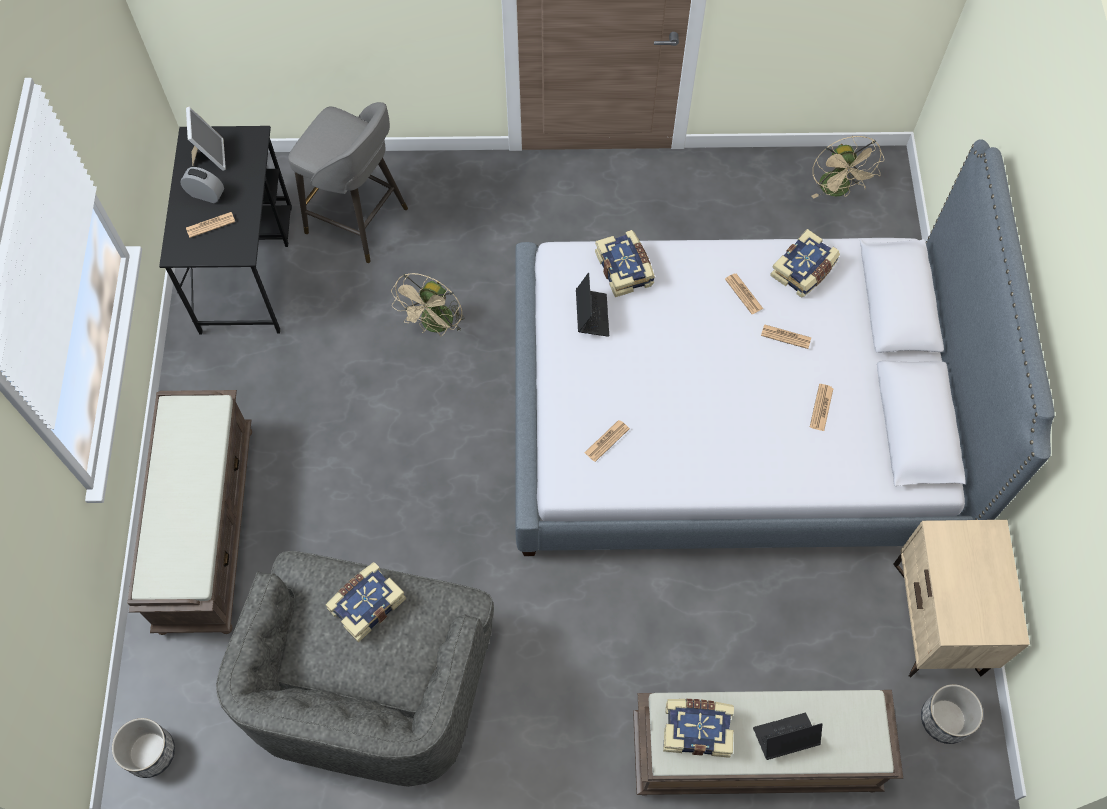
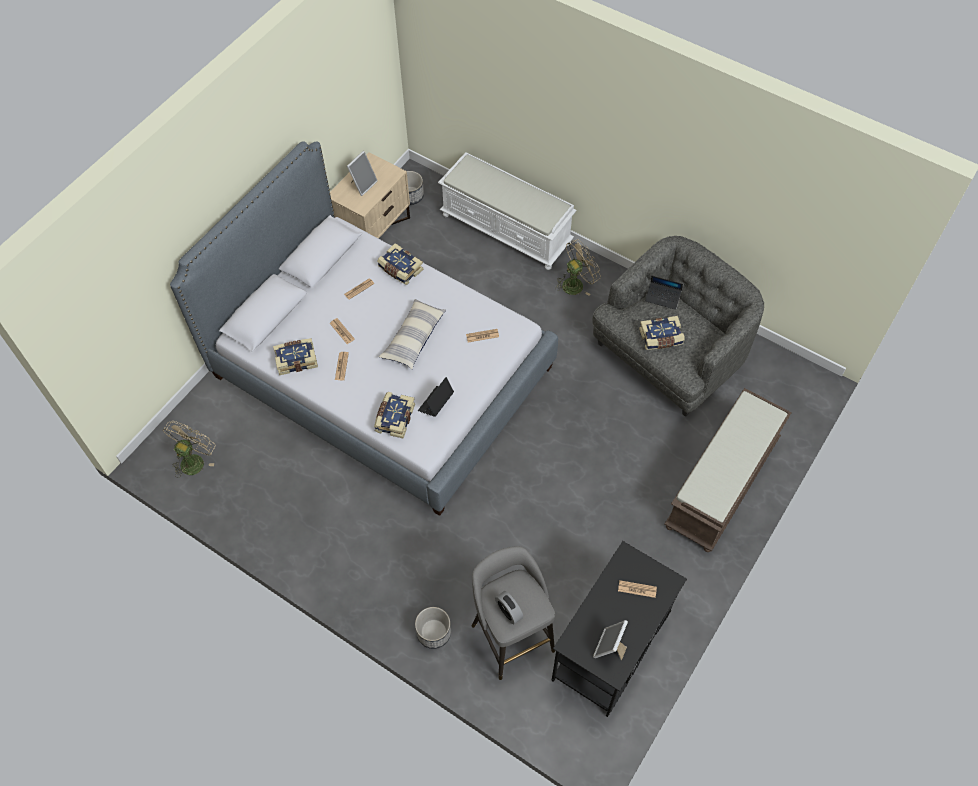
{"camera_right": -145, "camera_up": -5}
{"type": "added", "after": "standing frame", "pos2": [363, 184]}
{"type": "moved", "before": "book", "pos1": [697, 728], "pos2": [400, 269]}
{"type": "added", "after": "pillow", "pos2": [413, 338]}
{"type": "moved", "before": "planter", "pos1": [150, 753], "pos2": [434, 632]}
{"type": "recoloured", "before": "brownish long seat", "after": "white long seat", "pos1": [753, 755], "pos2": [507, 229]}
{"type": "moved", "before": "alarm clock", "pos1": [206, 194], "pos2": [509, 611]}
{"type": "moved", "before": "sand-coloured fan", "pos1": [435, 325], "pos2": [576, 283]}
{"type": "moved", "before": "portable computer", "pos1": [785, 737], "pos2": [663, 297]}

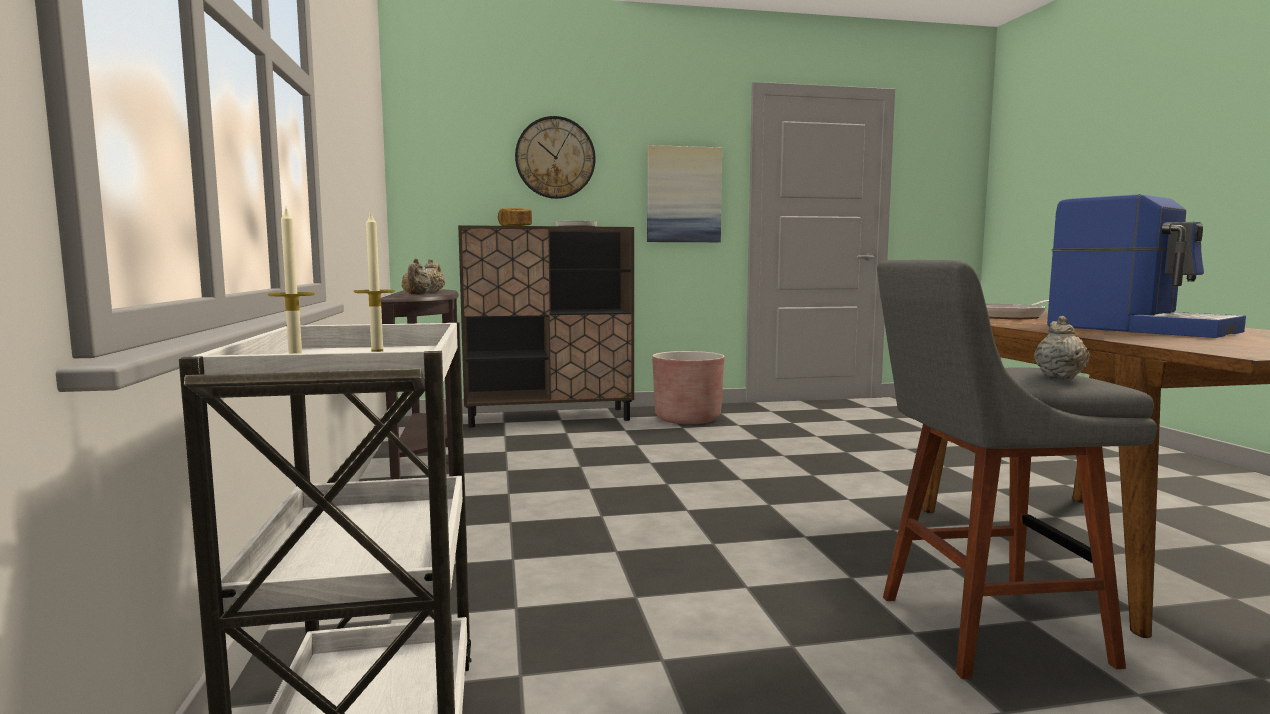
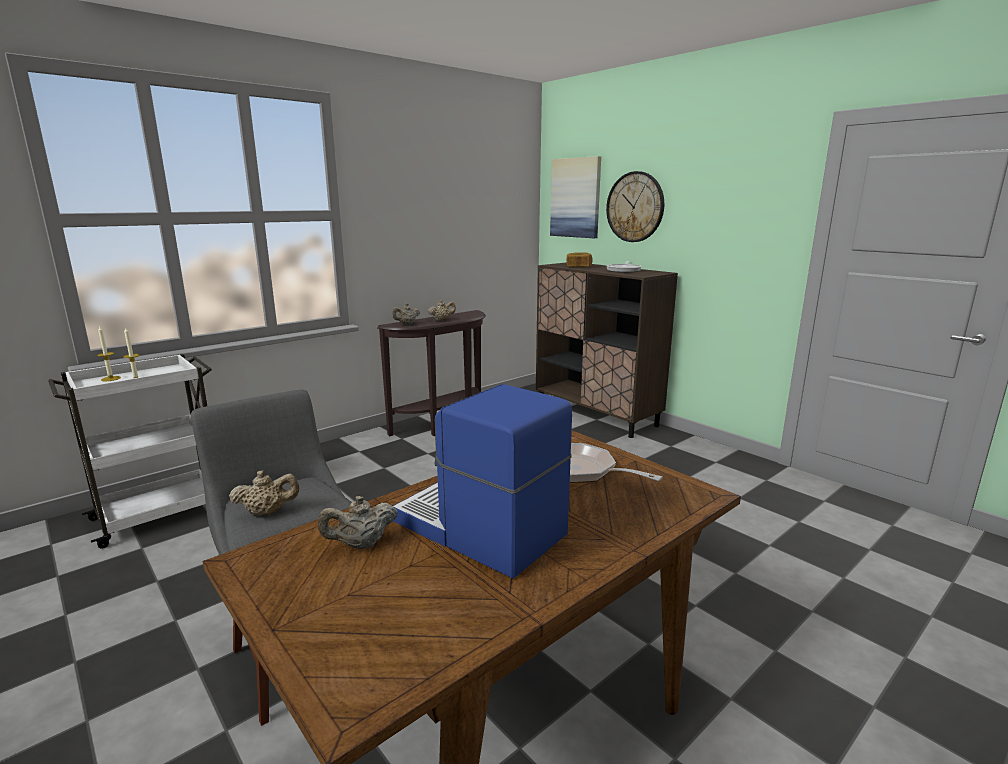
{"camera_right": 60, "camera_up": 10}
{"type": "added", "after": "sand-coloured teapot", "pos2": [361, 544]}
{"type": "turned", "before": "coffee machine", "pos1": [1139, 329], "pos2": [478, 529], "turn": 105}
{"type": "moved", "before": "wall picture", "pos1": [683, 195], "pos2": [575, 198]}
{"type": "removed", "before": "brownish planter", "pos1": [687, 419]}

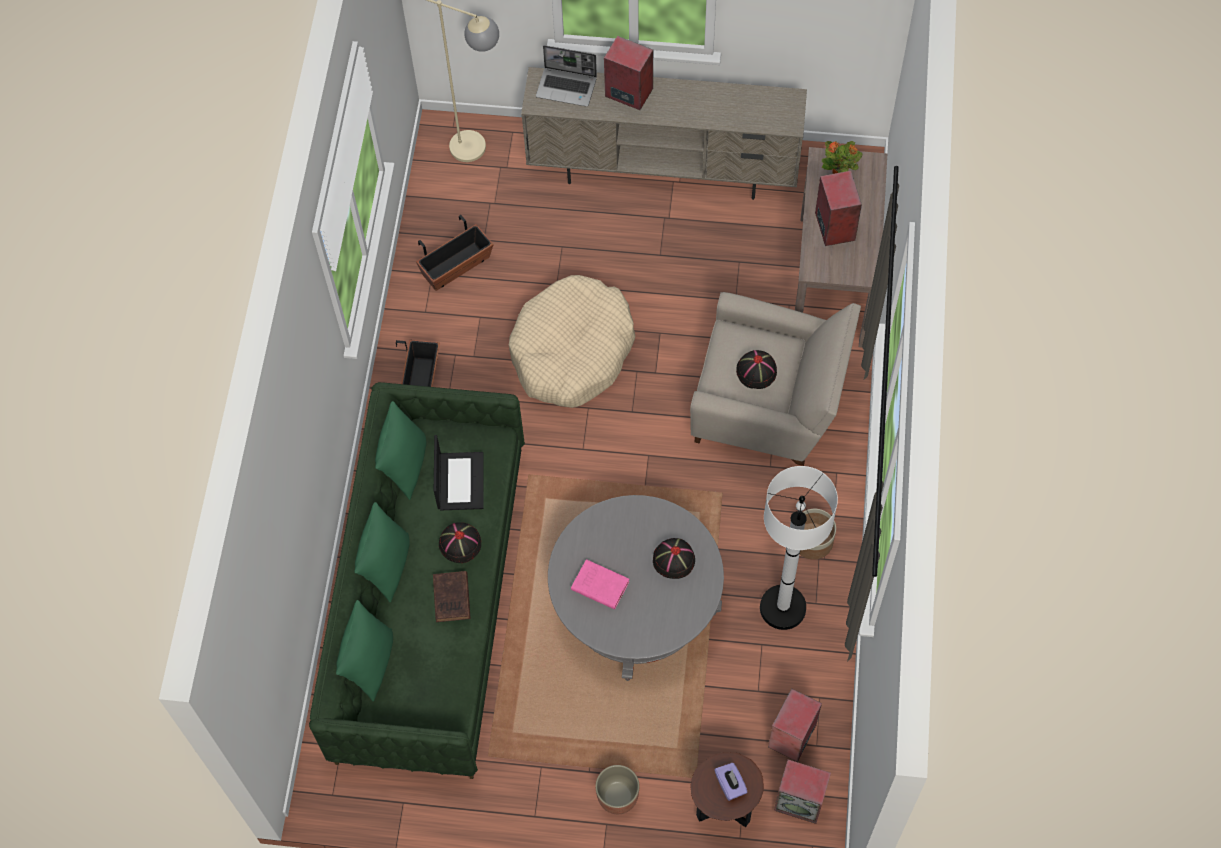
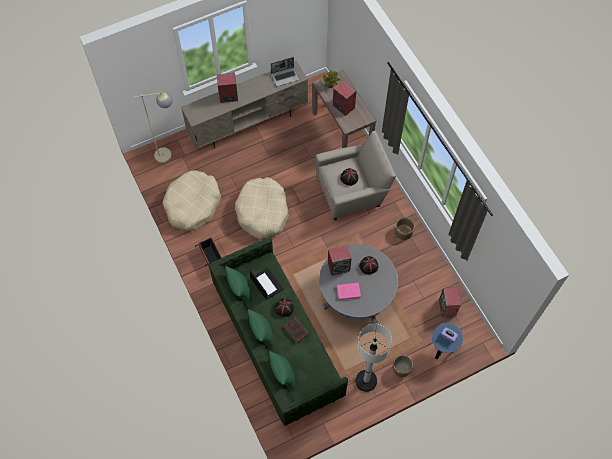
{"camera_right": -35, "camera_up": 0}
{"type": "replaced", "before": "planter", "after": "sand-coloured pet bed", "pos1": [456, 266], "pos2": [192, 204]}
{"type": "moved", "before": "portable computer", "pos1": [567, 87], "pos2": [285, 76]}
{"type": "moved", "before": "loudspeaker", "pos1": [800, 801], "pos2": [339, 266]}
{"type": "moved", "before": "white standing lamp", "pos1": [782, 608], "pos2": [366, 381]}
{"type": "recoloured", "before": "brownish side table", "after": "blue-coloured side table", "pos1": [724, 808], "pos2": [442, 349]}

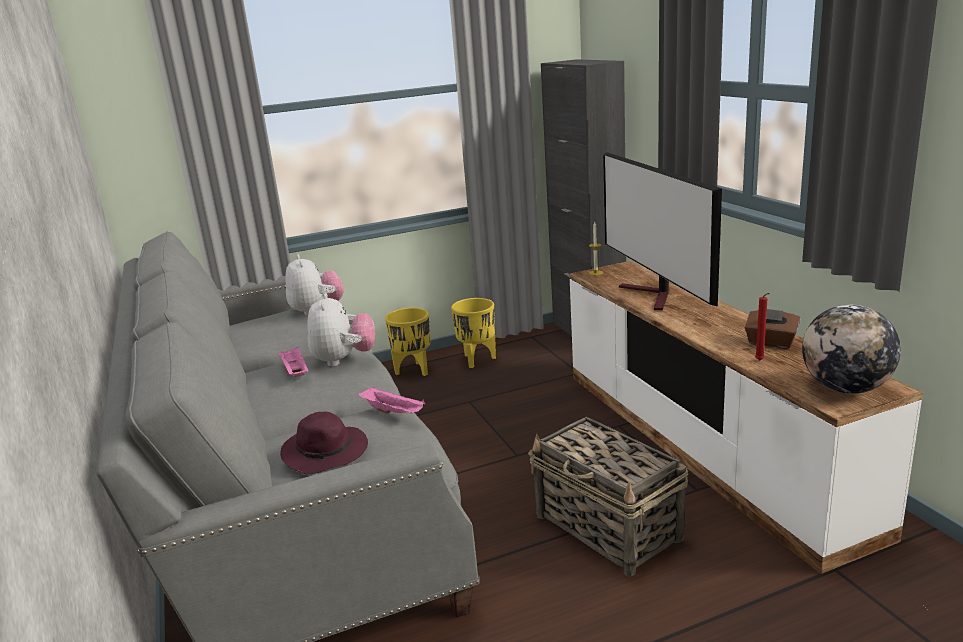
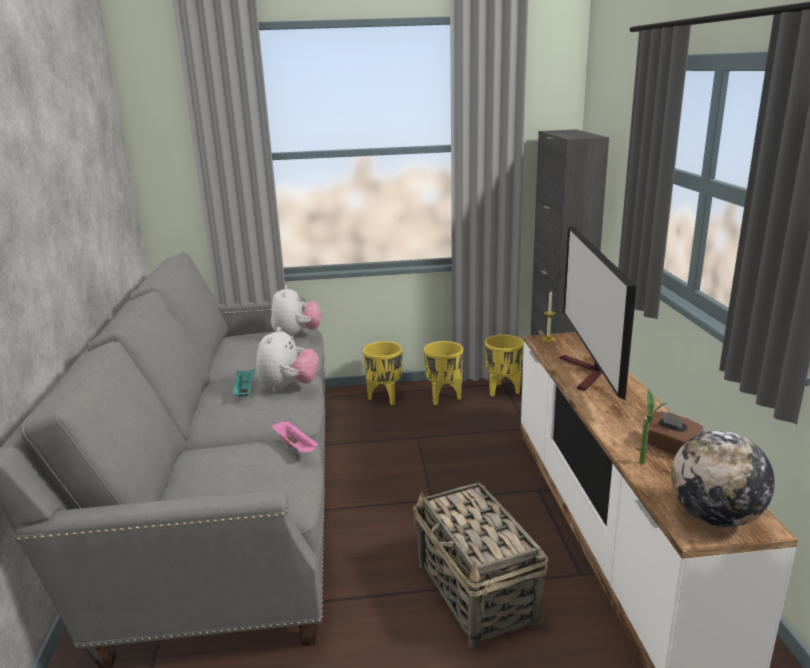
{"camera_right": 15, "camera_up": 0}
{"type": "recoloured", "before": "pink-coloured carrying tray", "after": "turquoise-coloured carrying tray", "pos1": [295, 371], "pos2": [244, 391]}
{"type": "added", "after": "yellow planter", "pos2": [503, 390]}
{"type": "replaced", "before": "red-coloured wax light", "after": "houseplant", "pos1": [760, 361], "pos2": [646, 466]}
{"type": "removed", "before": "purple clothing hat", "pos1": [326, 453]}

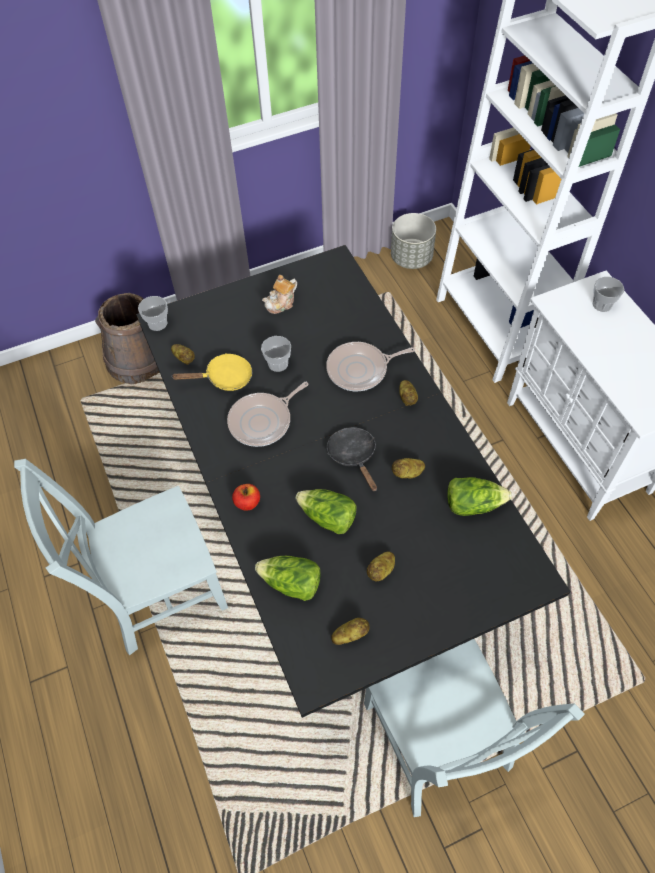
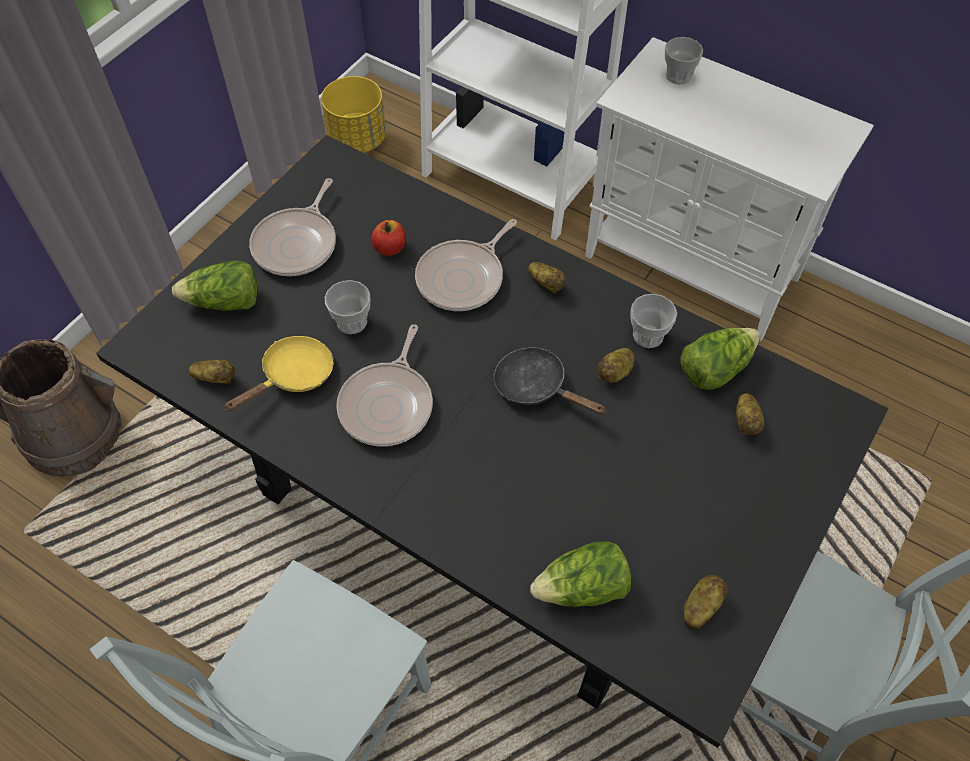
{"camera_right": -35, "camera_up": 0}
{"type": "moved", "before": "lettuce", "pos1": [327, 517], "pos2": [224, 302]}
{"type": "replaced", "before": "teapot", "after": "frying pan", "pos1": [281, 303], "pos2": [297, 244]}
{"type": "recoloured", "before": "greyish planter", "after": "yellow planter", "pos1": [411, 258], "pos2": [358, 139]}
{"type": "moved", "before": "whole apple", "pos1": [247, 502], "pos2": [390, 248]}
{"type": "moved", "before": "cup", "pos1": [157, 323], "pos2": [648, 335]}
{"type": "moved", "before": "spud", "pos1": [381, 570], "pos2": [746, 421]}

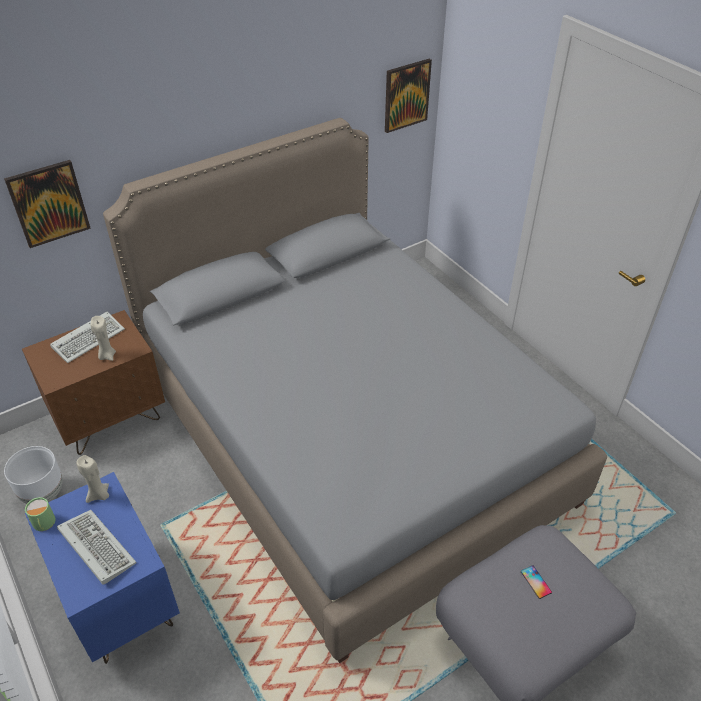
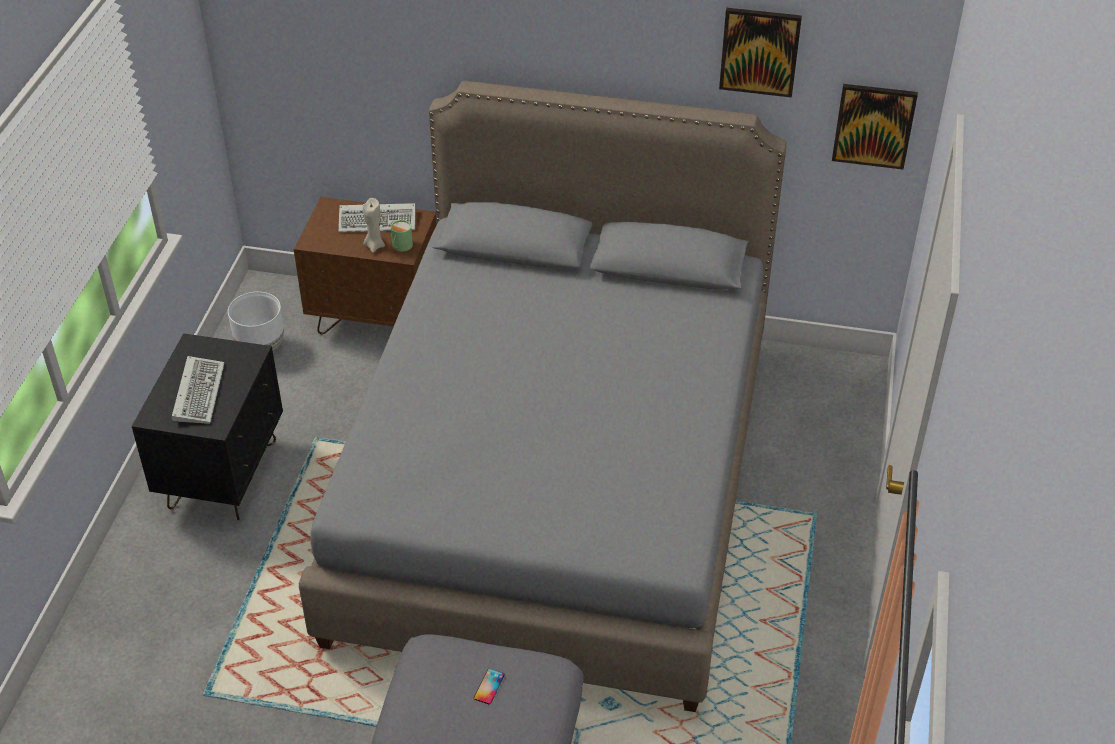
{"camera_right": 45, "camera_up": 0}
{"type": "recoloured", "before": "blue-coloured night table", "after": "black night table", "pos1": [120, 603], "pos2": [223, 475]}
{"type": "moved", "before": "greenish mug", "pos1": [43, 524], "pos2": [400, 246]}
{"type": "moved", "before": "wall picture", "pos1": [48, 203], "pos2": [759, 51]}
{"type": "removed", "before": "sand-coloured wax light", "pos1": [99, 495]}

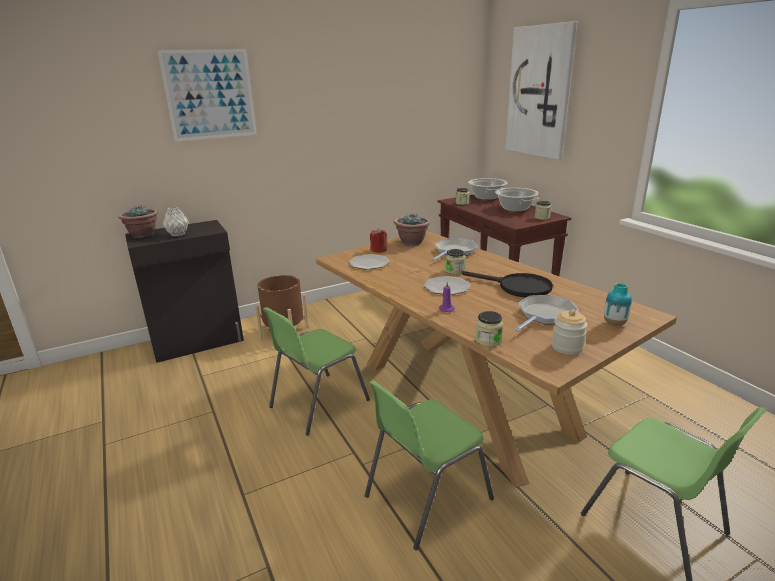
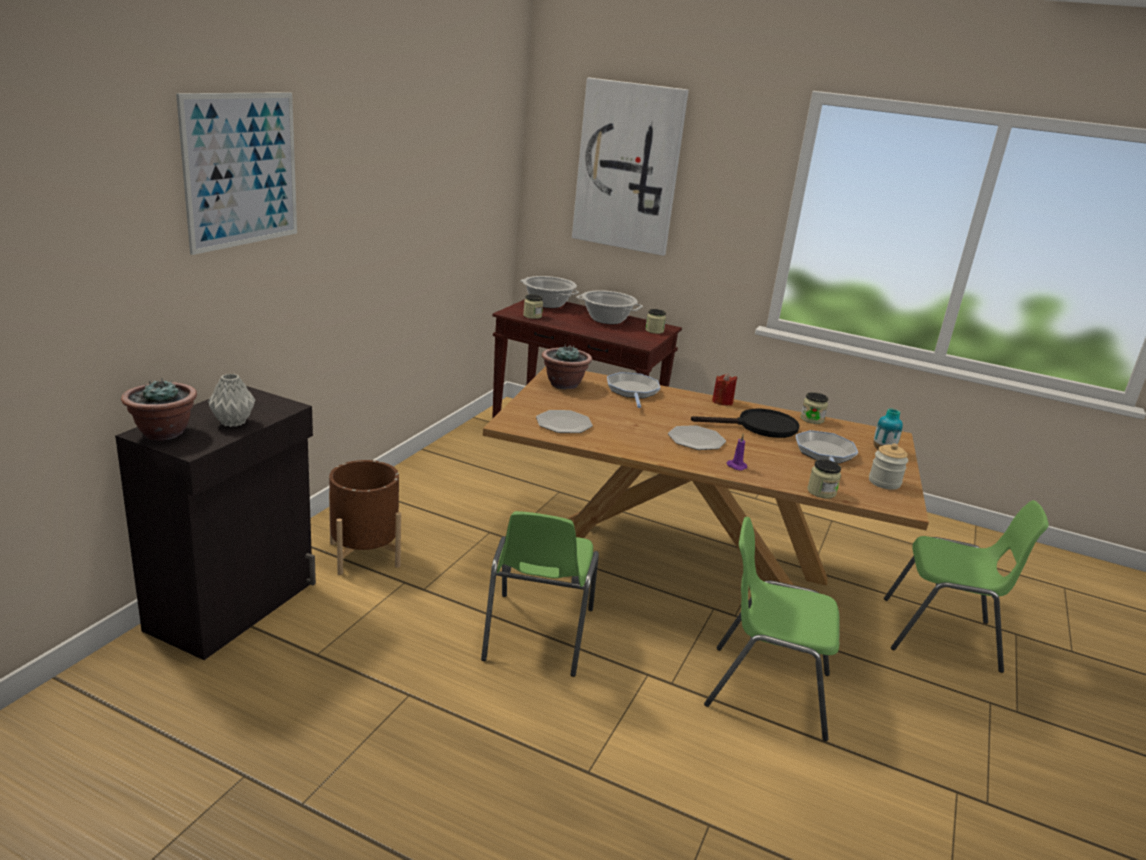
{"camera_right": -40, "camera_up": 0}
{"type": "turned", "before": "greenish chair", "pos1": [425, 497], "pos2": [766, 689], "turn": 90}
{"type": "moved", "before": "red-coloured wax light", "pos1": [378, 250], "pos2": [722, 402]}
{"type": "moved", "before": "jar", "pos1": [455, 271], "pos2": [812, 419]}

